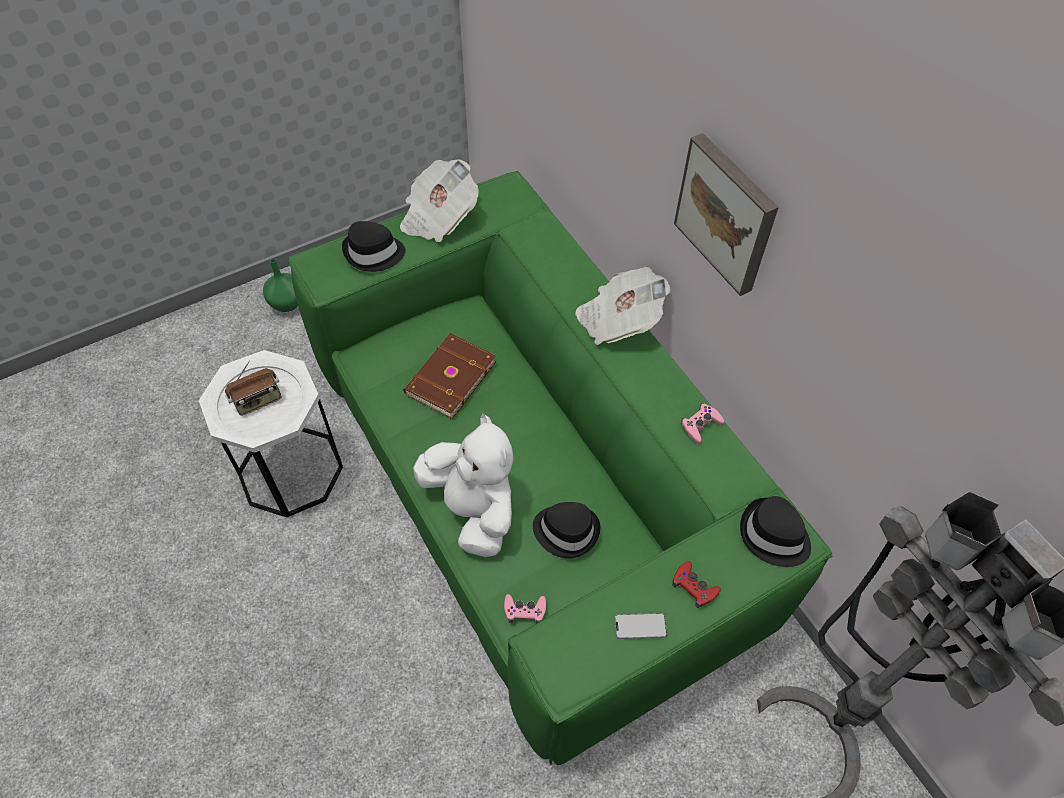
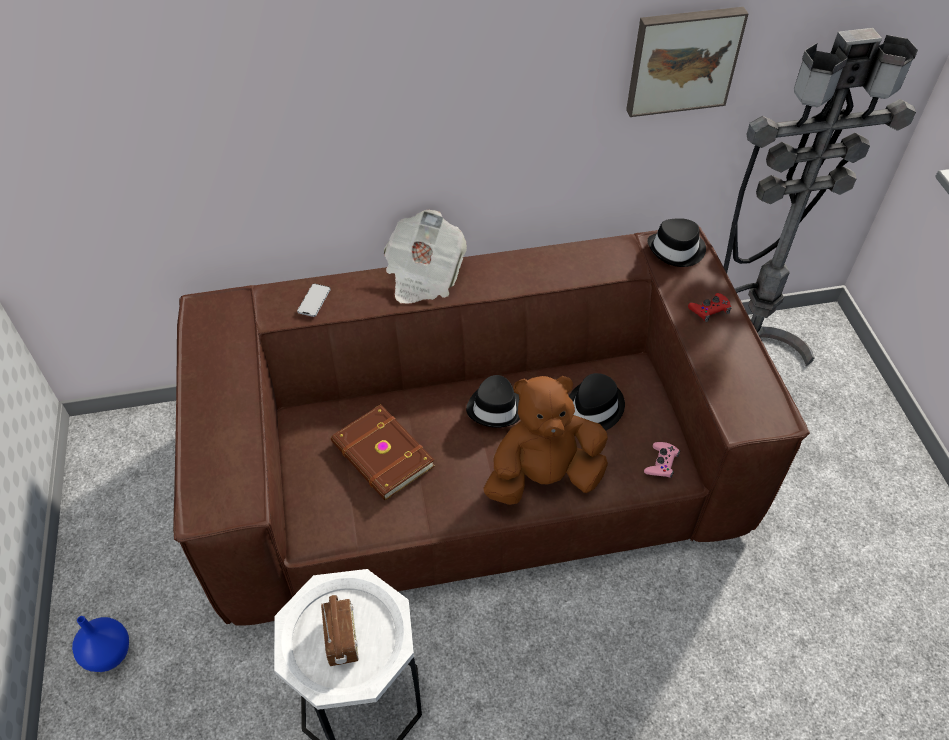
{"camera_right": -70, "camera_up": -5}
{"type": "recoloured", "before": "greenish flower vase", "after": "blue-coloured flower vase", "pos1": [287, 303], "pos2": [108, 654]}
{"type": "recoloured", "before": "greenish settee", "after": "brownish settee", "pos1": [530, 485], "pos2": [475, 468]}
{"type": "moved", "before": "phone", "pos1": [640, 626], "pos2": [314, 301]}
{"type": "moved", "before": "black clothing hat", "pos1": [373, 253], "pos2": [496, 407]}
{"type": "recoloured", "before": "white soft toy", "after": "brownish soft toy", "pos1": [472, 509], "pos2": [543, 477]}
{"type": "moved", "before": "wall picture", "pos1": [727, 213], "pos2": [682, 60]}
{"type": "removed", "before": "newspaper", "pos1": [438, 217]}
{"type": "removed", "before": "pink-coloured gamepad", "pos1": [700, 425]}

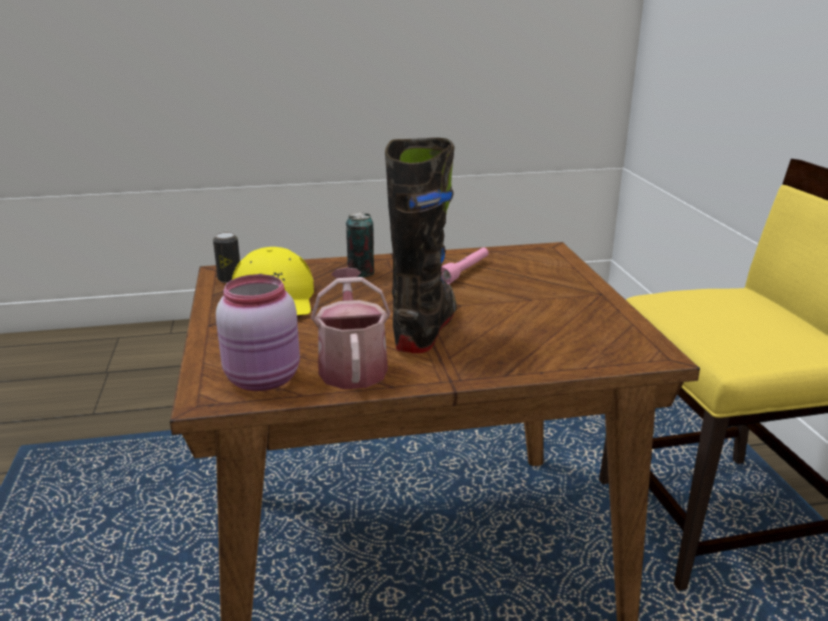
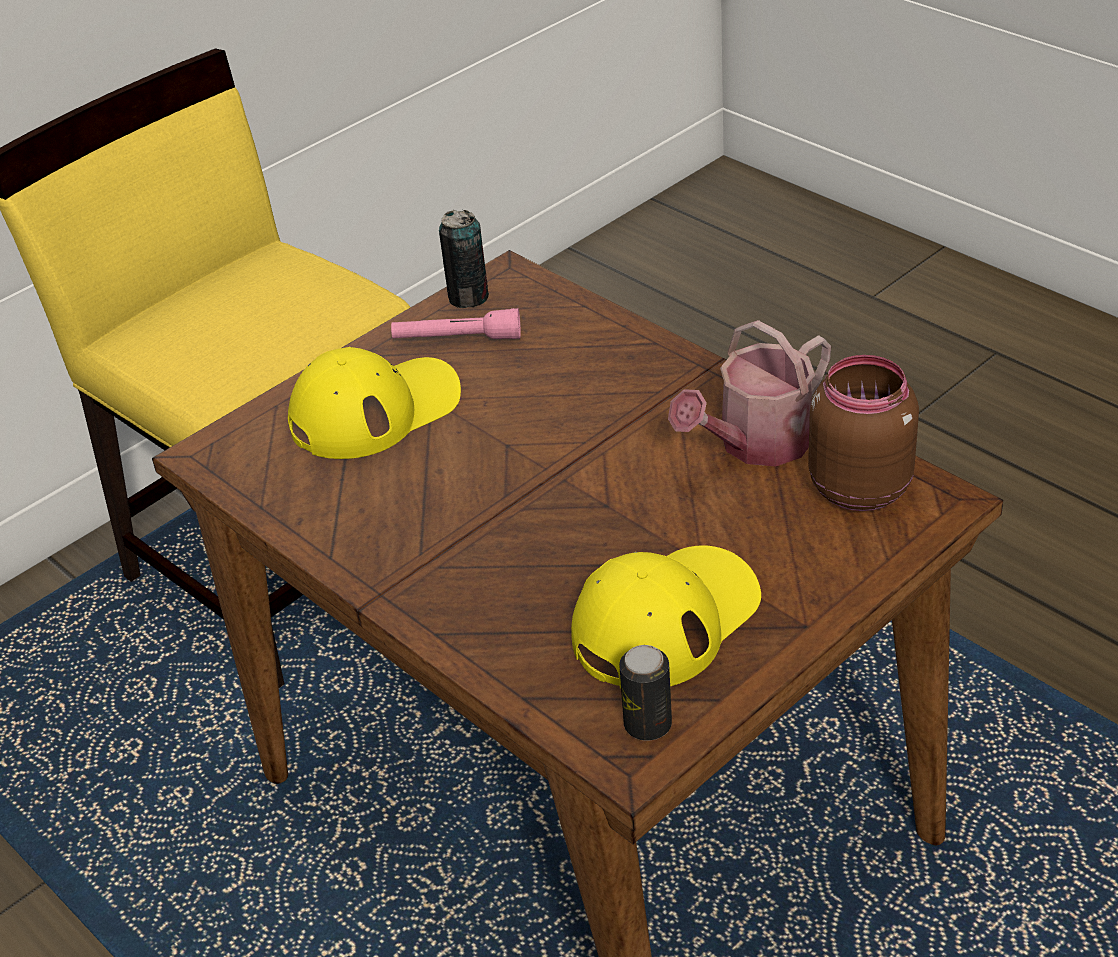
{"camera_right": -120, "camera_up": 15}
{"type": "added", "after": "yellow baseball cap", "pos2": [375, 410]}
{"type": "moved", "before": "pink-coloured hand torch", "pos1": [464, 272], "pos2": [457, 339]}
{"type": "moved", "before": "can", "pos1": [361, 273], "pos2": [468, 297]}
{"type": "recoloured", "before": "pink-coloured jar", "after": "brownish jar", "pos1": [265, 379], "pos2": [858, 486]}
{"type": "removed", "before": "black tall boot", "pos1": [425, 327]}

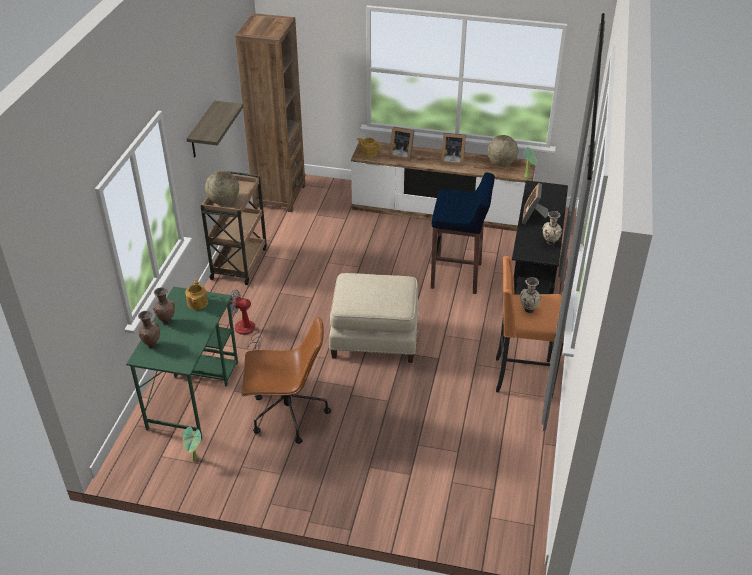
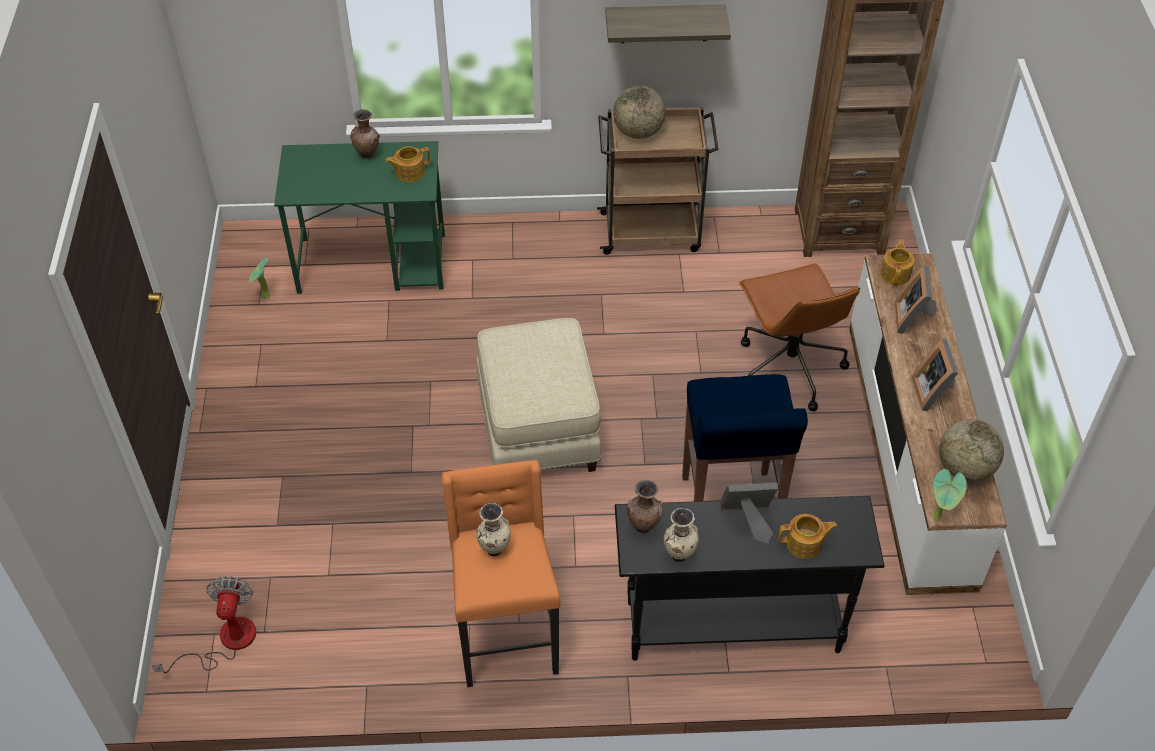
{"camera_right": 75, "camera_up": 10}
{"type": "moved", "before": "fan", "pos1": [247, 333], "pos2": [225, 641]}
{"type": "moved", "before": "brownish flower vase", "pos1": [151, 344], "pos2": [643, 526]}
{"type": "moved", "before": "brownish office chair", "pos1": [287, 414], "pos2": [788, 367]}
{"type": "added", "after": "teapot", "pos2": [805, 544]}

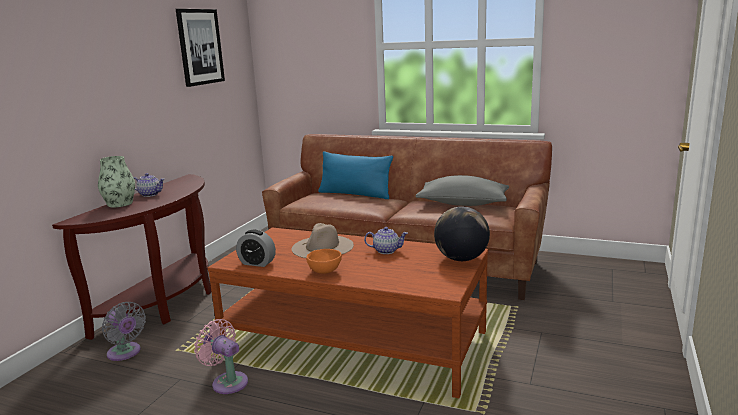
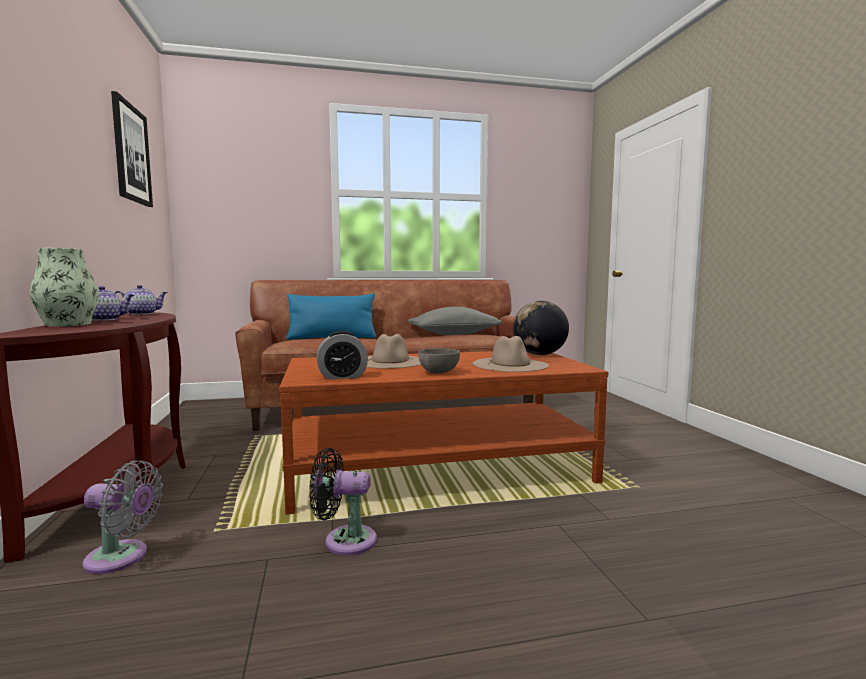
{"camera_right": -35, "camera_up": -10}
{"type": "moved", "before": "teapot", "pos1": [386, 250], "pos2": [141, 314]}
{"type": "recoloured", "before": "pink-coloured fan", "after": "black fan", "pos1": [227, 381], "pos2": [345, 540]}
{"type": "recoloured", "before": "orangey bowl", "after": "greyish bowl", "pos1": [325, 271], "pos2": [438, 372]}
{"type": "added", "after": "sand-coloured clothing hat", "pos2": [510, 364]}

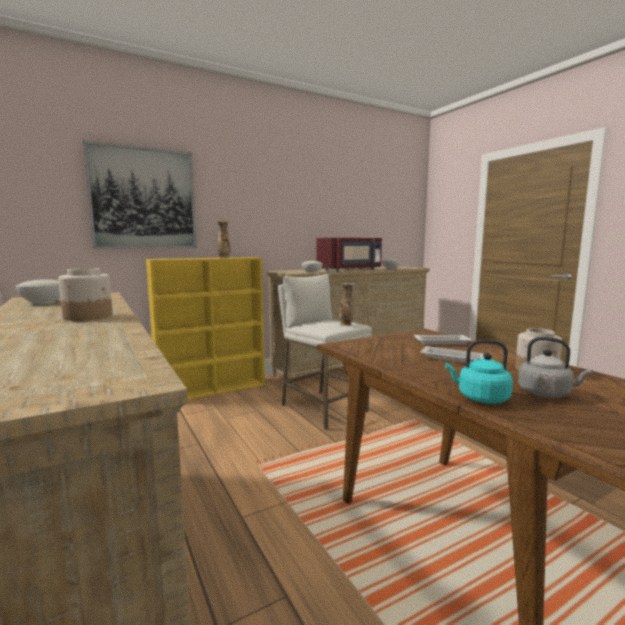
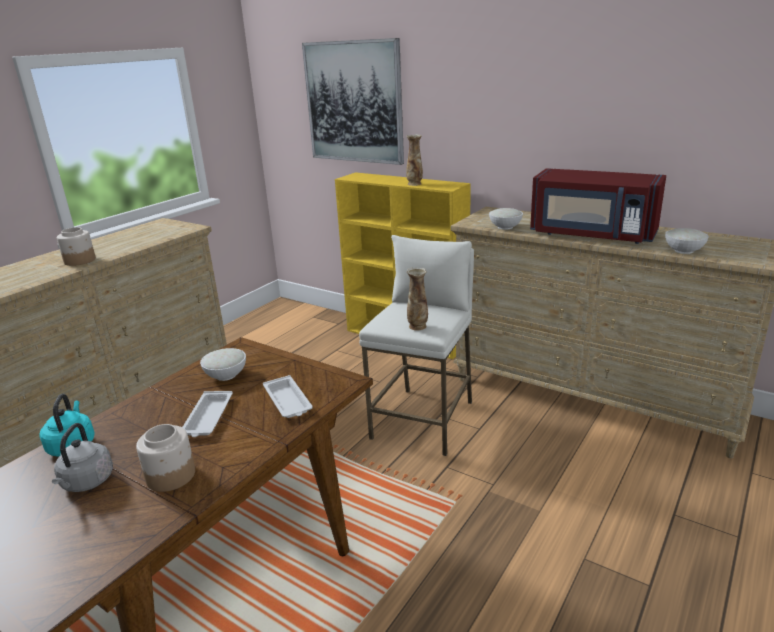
{"camera_right": 65, "camera_up": 15}
{"type": "moved", "before": "white bowl", "pos1": [45, 302], "pos2": [226, 375]}

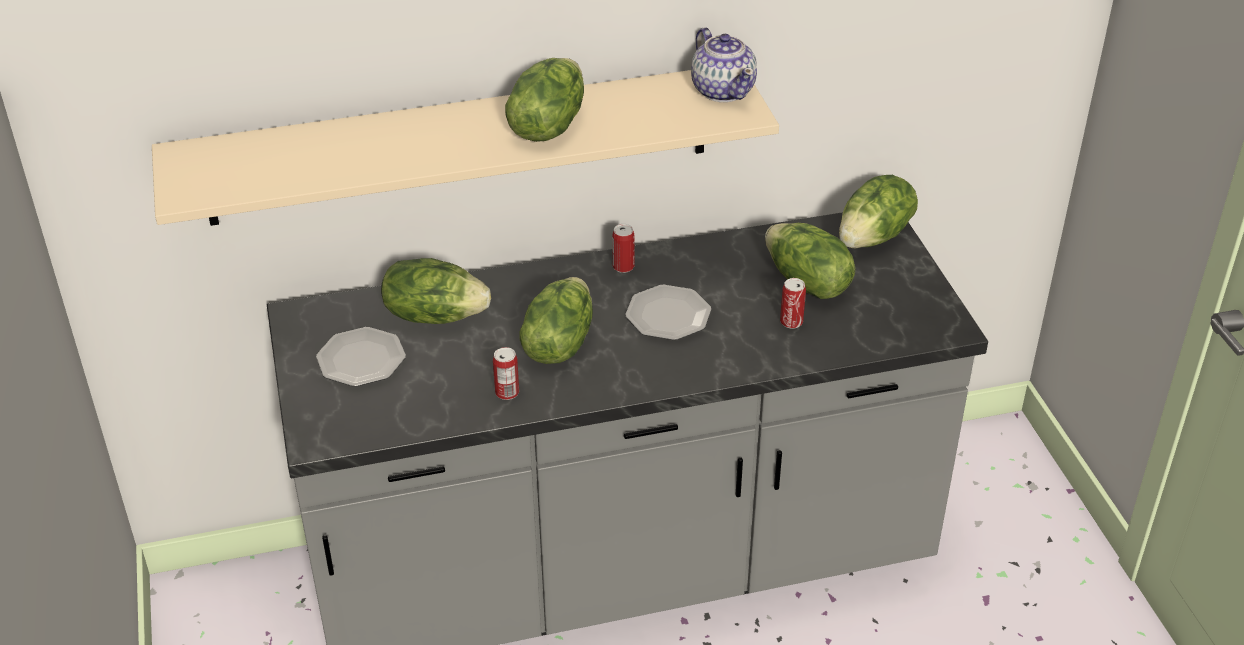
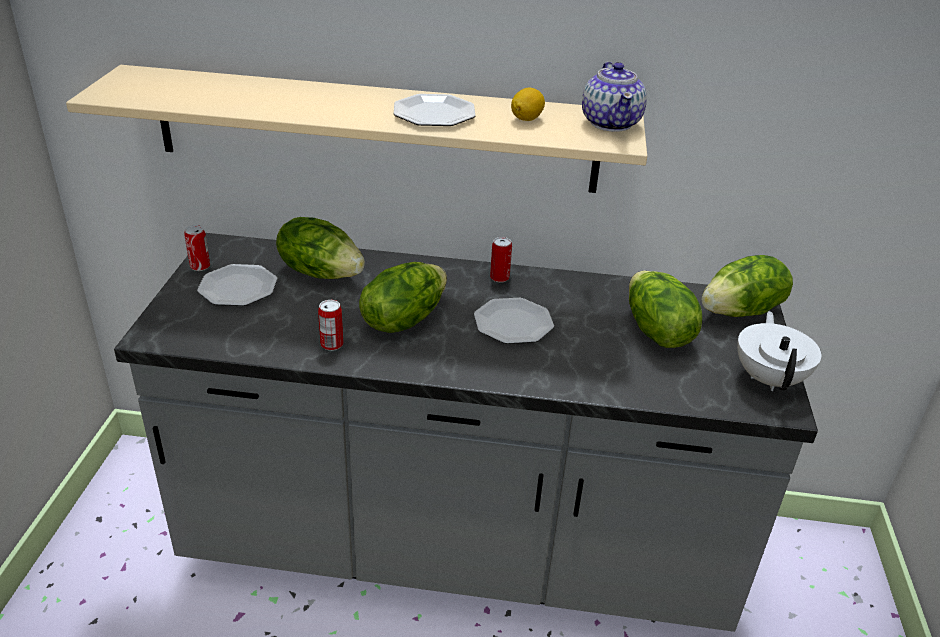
{"camera_right": 20, "camera_up": -5}
{"type": "moved", "before": "can", "pos1": [791, 322], "pos2": [200, 266]}
{"type": "replaced", "before": "lettuce", "after": "plate", "pos1": [547, 126], "pos2": [433, 114]}
{"type": "added", "after": "whole lemon", "pos2": [526, 118]}
{"type": "added", "after": "white teapot", "pos2": [769, 378]}

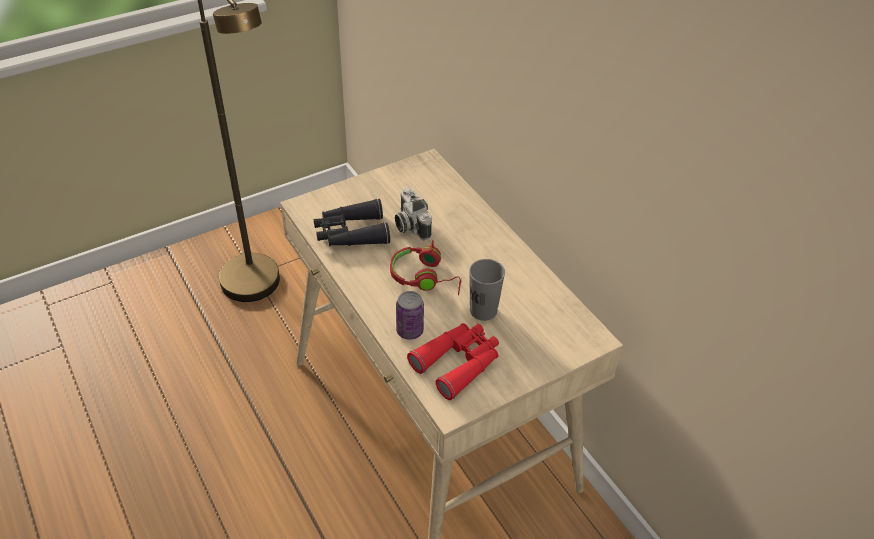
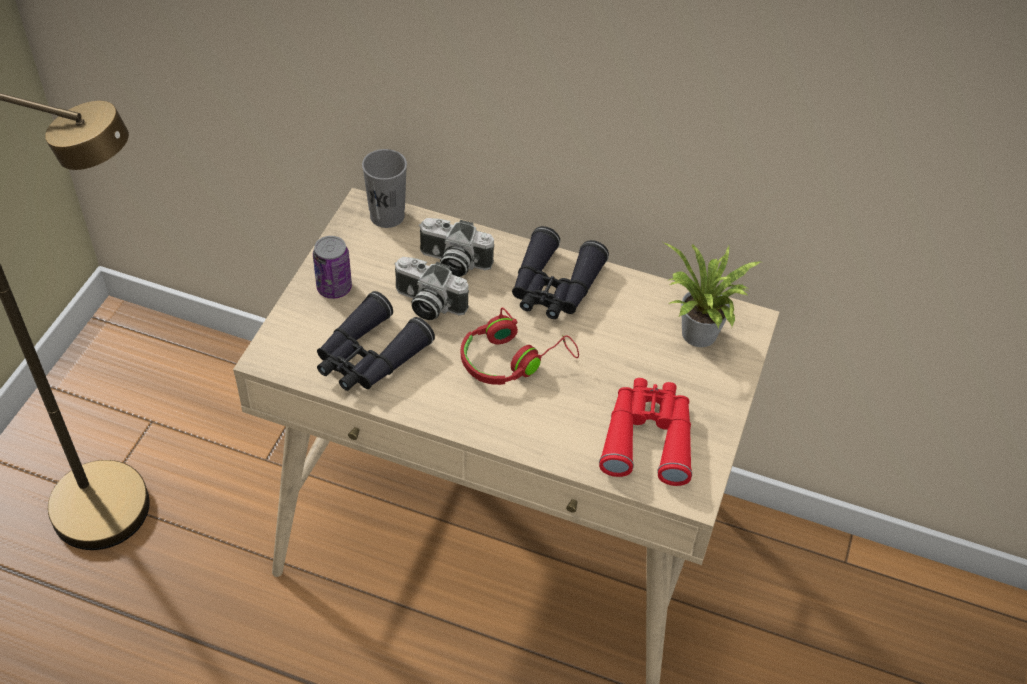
{"camera_right": -40, "camera_up": 5}
{"type": "moved", "before": "can", "pos1": [409, 330], "pos2": [334, 288]}
{"type": "moved", "before": "greyish cup", "pos1": [483, 310], "pos2": [387, 216]}
{"type": "added", "after": "photo camera", "pos2": [453, 262]}
{"type": "added", "after": "black pair of binoculars", "pos2": [554, 287]}
{"type": "added", "after": "houseplant", "pos2": [697, 337]}

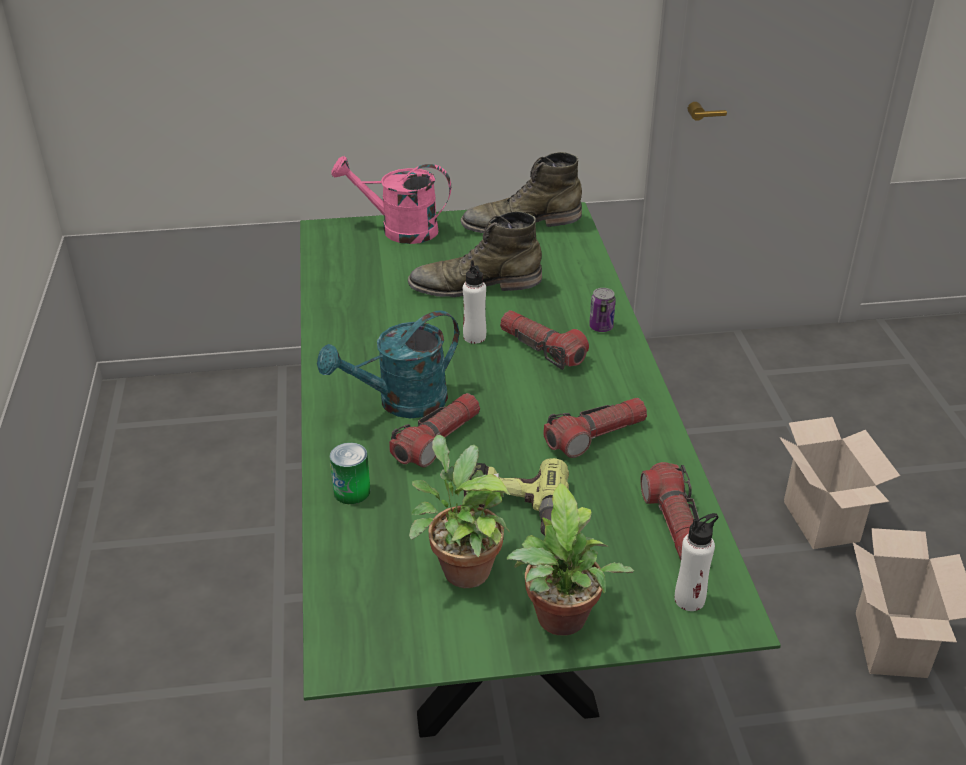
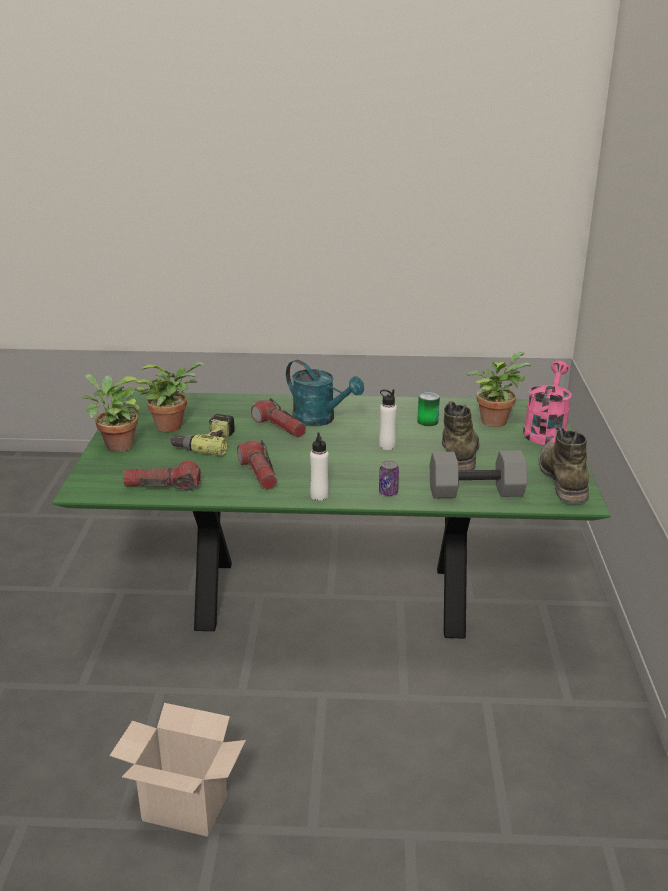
{"camera_right": 100, "camera_up": -10}
{"type": "turned", "before": "turquoise-coloured sprinkling can", "pos1": [401, 403], "pos2": [320, 419], "turn": 150}
{"type": "moved", "before": "white drink bottle", "pos1": [689, 599], "pos2": [319, 496]}
{"type": "moved", "before": "can", "pos1": [352, 491], "pos2": [427, 421]}
{"type": "added", "after": "greyish dumbbell", "pos2": [476, 491]}
{"type": "added", "after": "houseplant", "pos2": [494, 420]}
{"type": "removed", "before": "hand torch", "pos1": [542, 349]}
{"type": "removed", "before": "carton", "pos1": [824, 522]}

